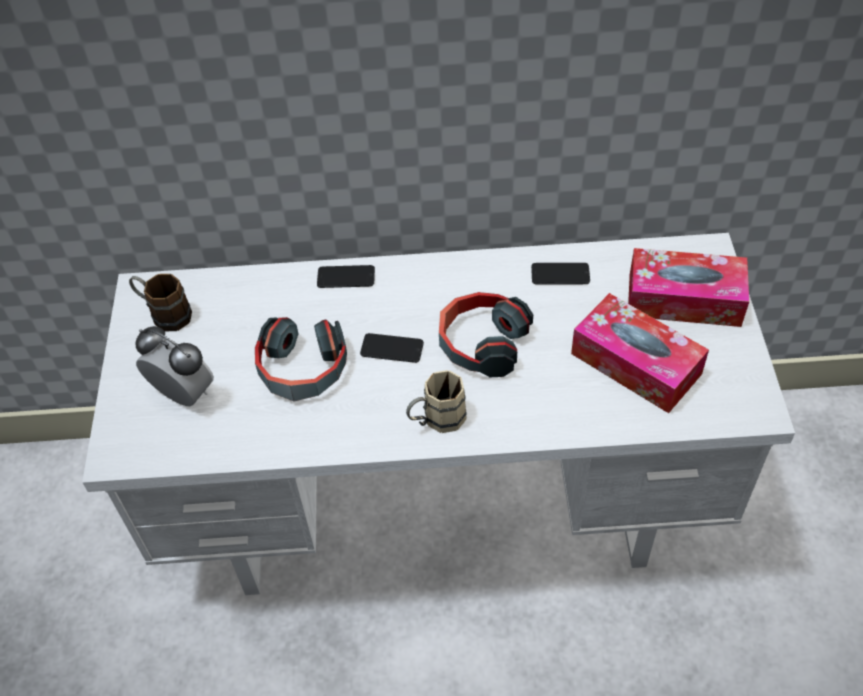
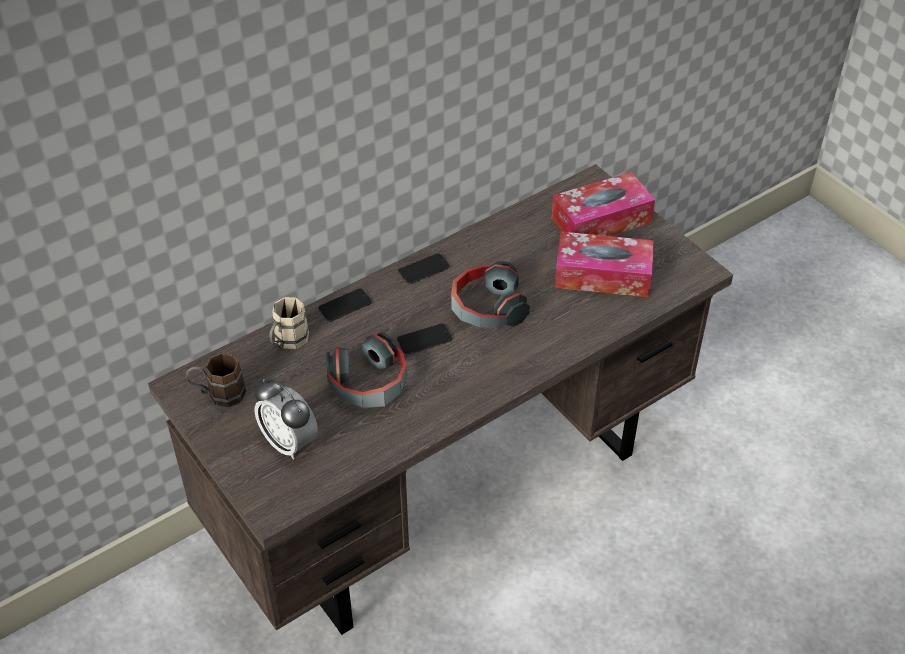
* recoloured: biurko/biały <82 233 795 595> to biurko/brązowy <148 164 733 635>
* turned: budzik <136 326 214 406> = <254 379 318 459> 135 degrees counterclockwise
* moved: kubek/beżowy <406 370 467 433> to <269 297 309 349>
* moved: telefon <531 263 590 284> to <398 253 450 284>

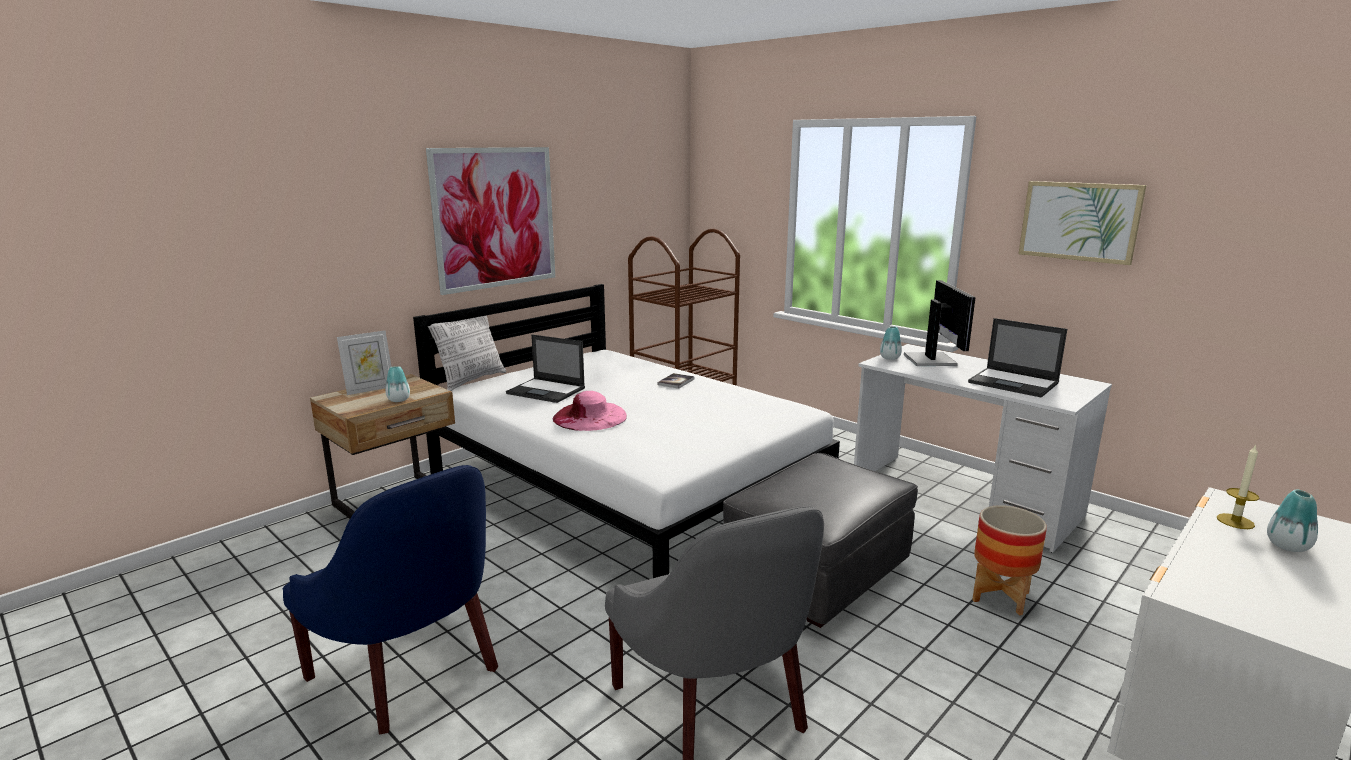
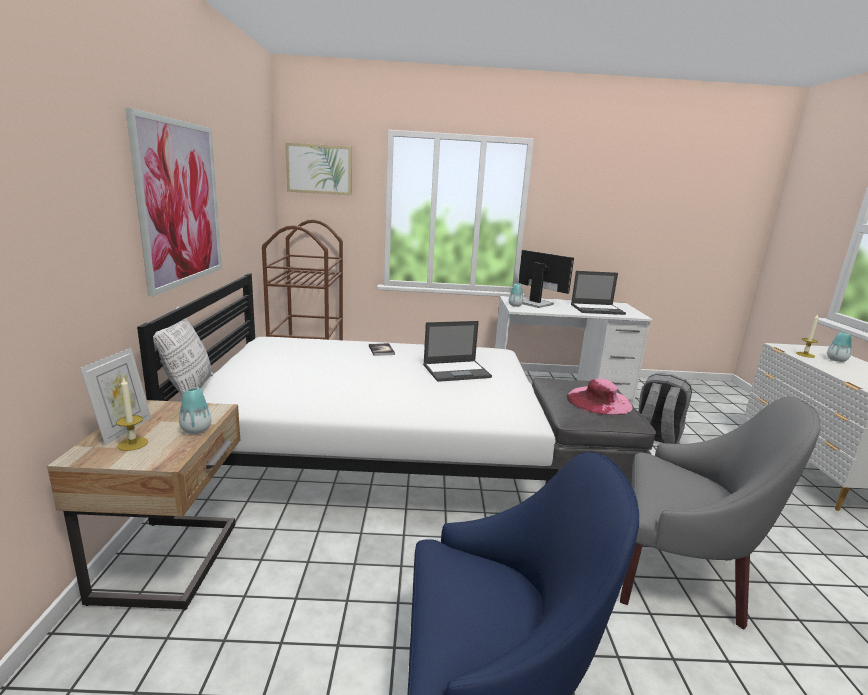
* moved: laptop <506 334 585 403> to <423 321 492 382>
* moved: kapelusz/różowy <552 391 627 431> to <567 379 633 415>
* replaced: donica <972 505 1047 615> to plecak/szary <638 373 692 444>
* moved: obraz <1019 181 1146 265> to <285 143 352 195>
* added: świeca <116 377 148 451>

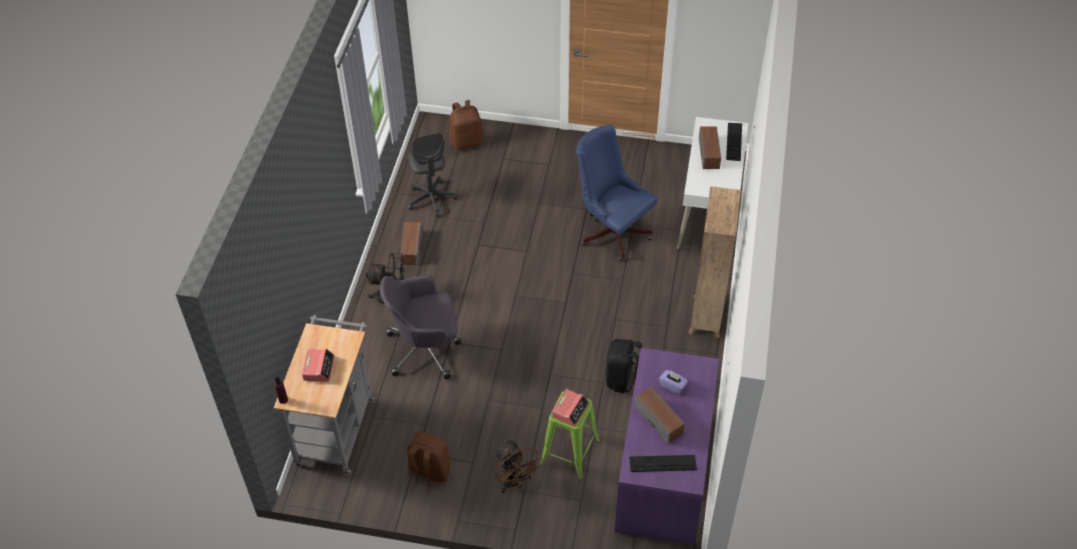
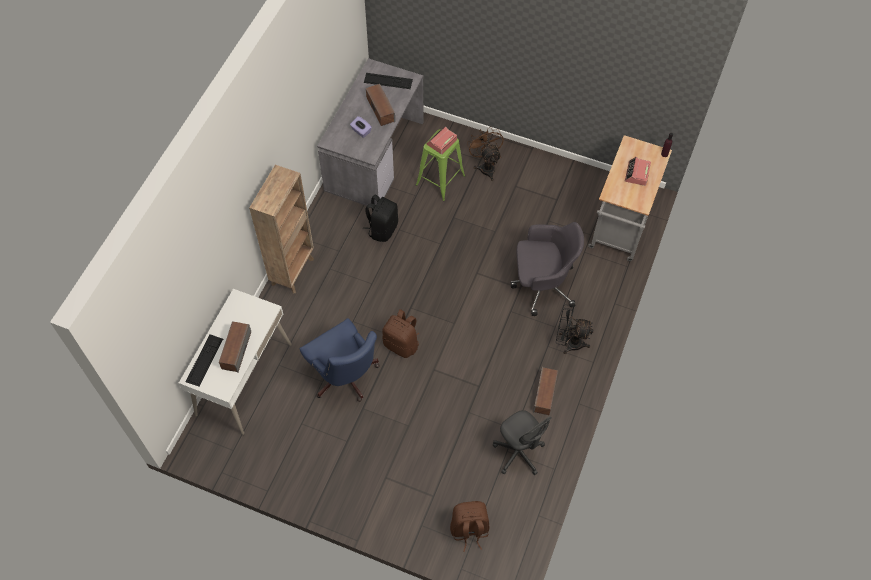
* moved: plecak/brązowy <407 432 450 494> to <382 309 419 358>
* turned: krzesło biurowe/szary <408 133 457 217> = <493 410 552 475> 150 degrees clockwise
* recoloured: biurko/fioletowy <614 348 719 545> to biurko/szary <317 58 423 206>

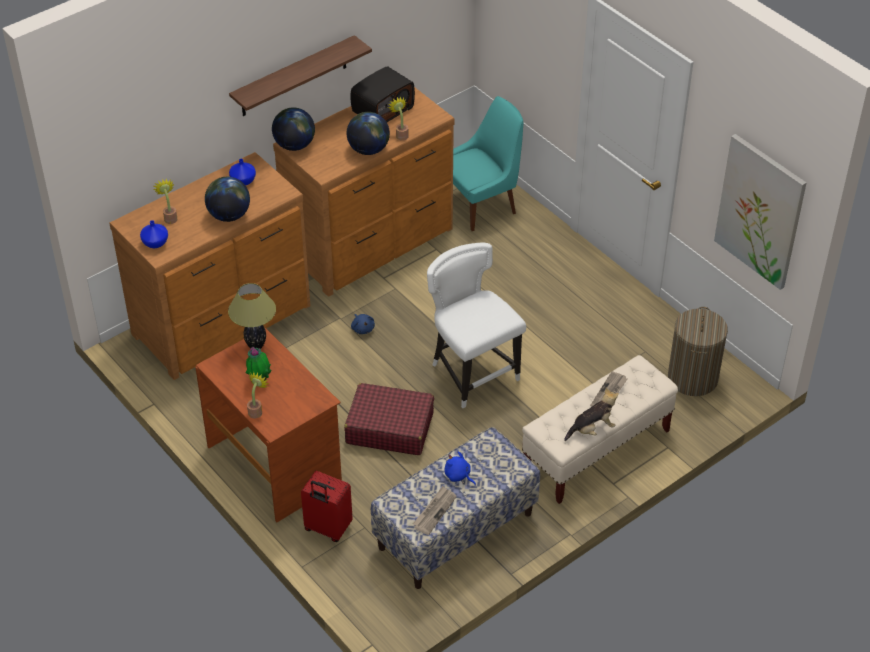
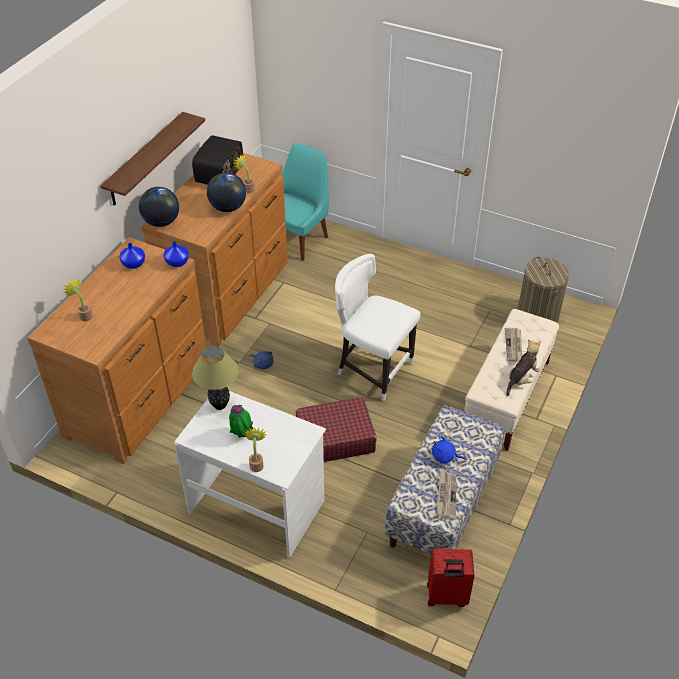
* moved: wazon/niebieski <140 220 168 248> to <164 241 189 267>
* recoloured: biurko/brązowy <195 328 342 522> to biurko/biały <174 391 326 558>
* removed: globus <205 177 250 222>
* moved: walizka/czerwony <301 471 353 542> to <427 549 474 607>
* removed: obraz <714 134 807 290>

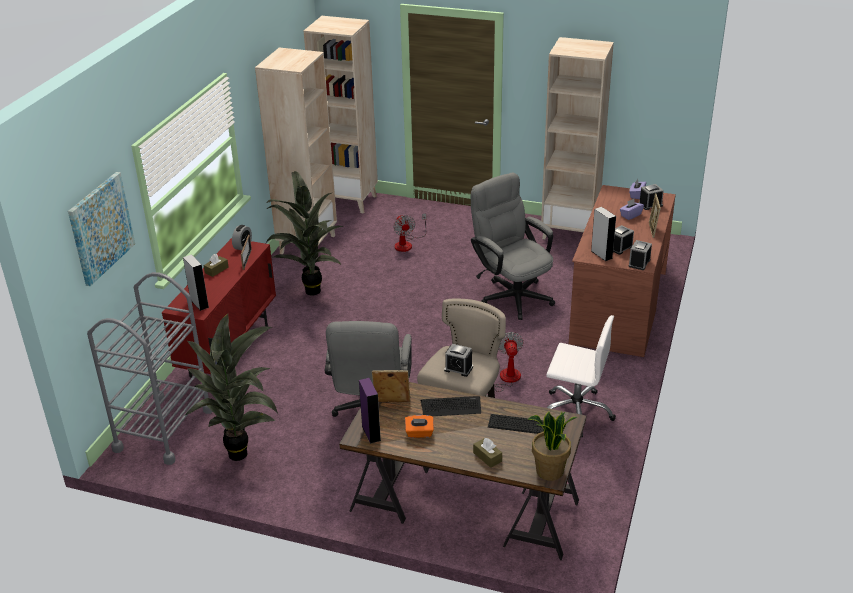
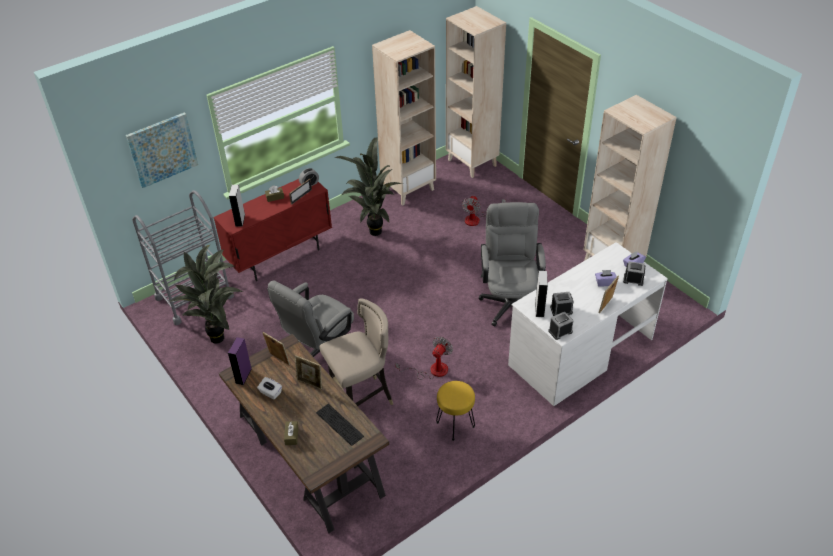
* recoloured: pudełko chusteczek/pomarańczowy <405 415 434 438> to pudełko chusteczek/biały <257 377 282 400>
* replaced: klawiatura <421 396 481 416> to ramka na zdjęcie <295 355 322 390>
* removed: budzik <444 344 473 377>
* removed: roślina doniczkowa <527 411 577 481>
* replaced: krzesło biurowe/biały <546 315 616 437> to stołek/żółty <436 381 475 441>
* recoloured: biurko/brązowy <569 185 676 357> to biurko/biały <508 242 668 406>

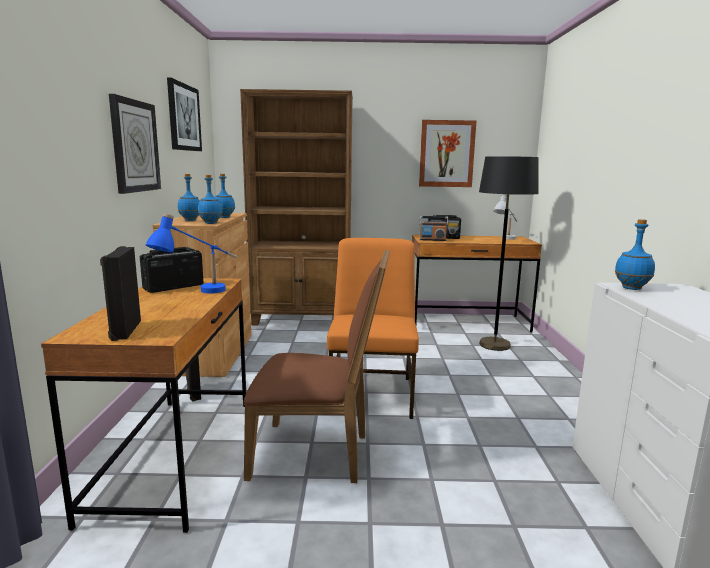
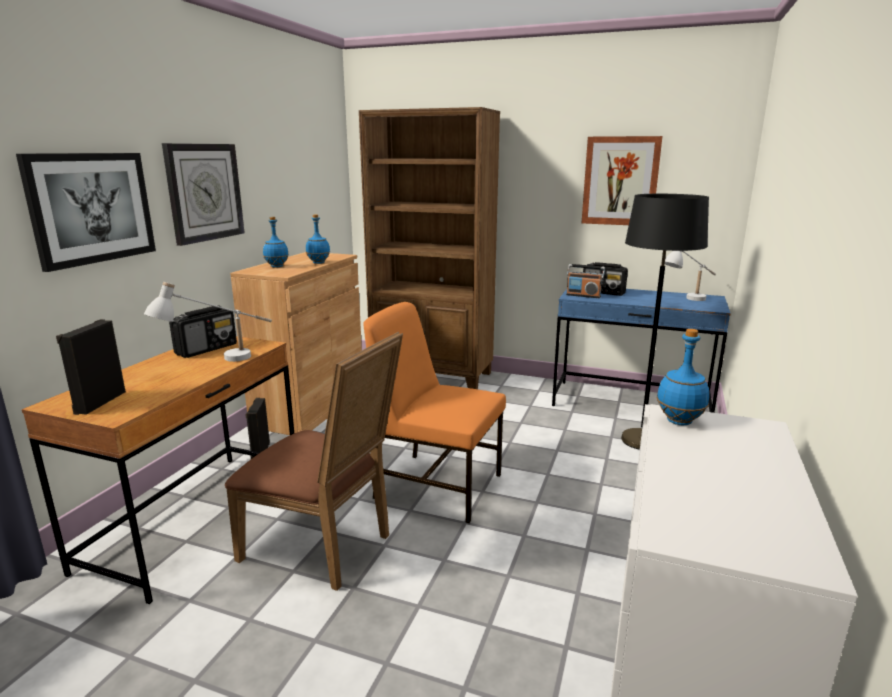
* turned: radio <140 247 204 293> = <169 305 237 358> 150 degrees clockwise
* recoloured: lampa stołowa/niebieski <146 214 237 294> to lampa stołowa/biały <144 282 272 362>
* moved: obraz <167 78 202 151> to <16 153 156 272>
* removed: butelka/niebieski <198 175 223 224>
* turned: krzesło/pomarańczowy <327 238 419 419> = <363 302 506 523> 90 degrees counterclockwise
* recoloured: biurko/brązowy <412 235 542 333> to biurko/niebieski <552 289 731 413>

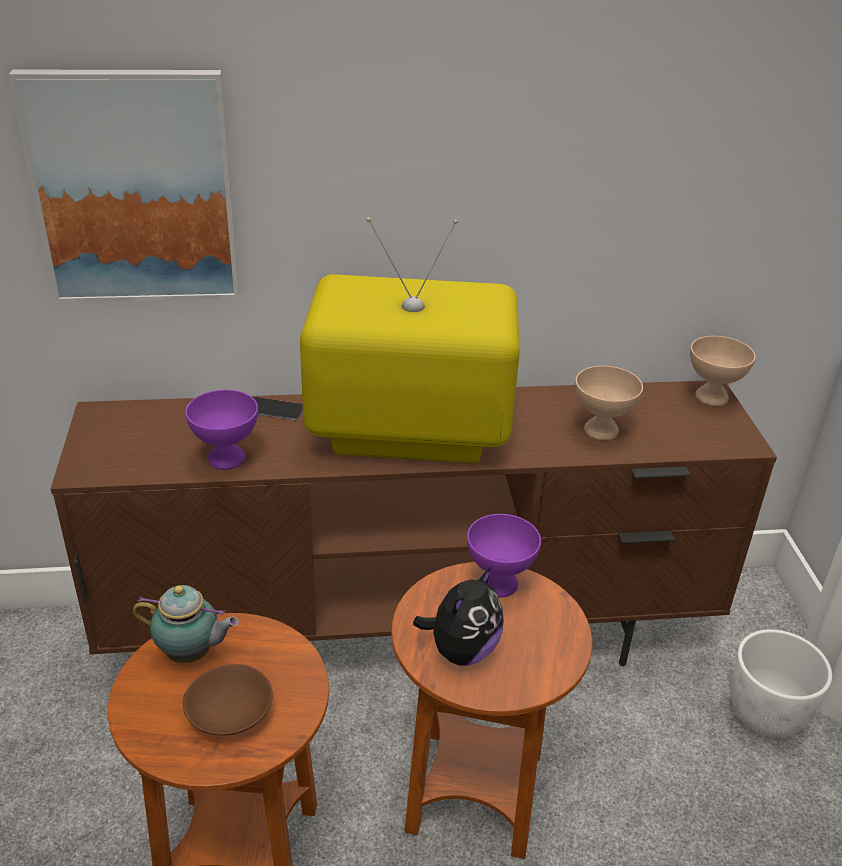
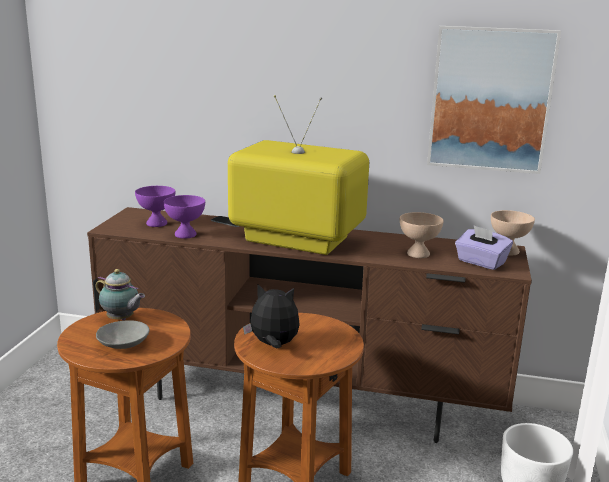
* moved: obraz <9 70 239 302> to <427 26 561 174>
* recoloured: miska/brązowy <183 664 273 736> to miska/szary <96 320 150 349>
* turned: pluszak <413 567 504 665> = <243 285 300 349> 135 degrees counterclockwise
* moved: miska/fioletowy <467 514 541 597> to <135 186 175 227>
* added: pudełko chusteczek/fioletowy <455 225 513 270>

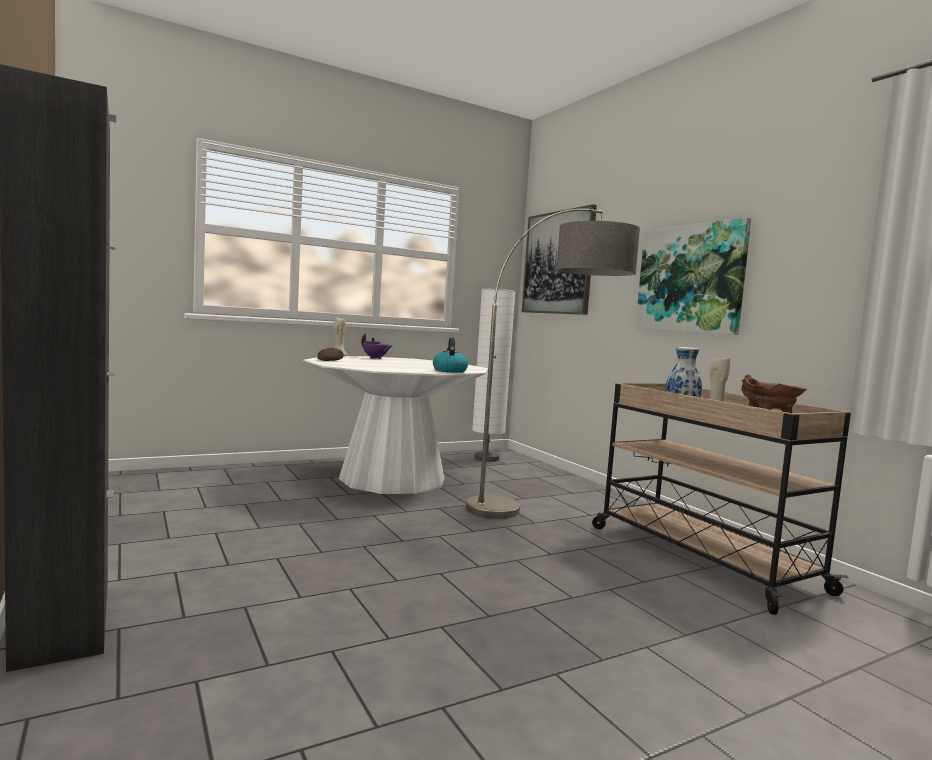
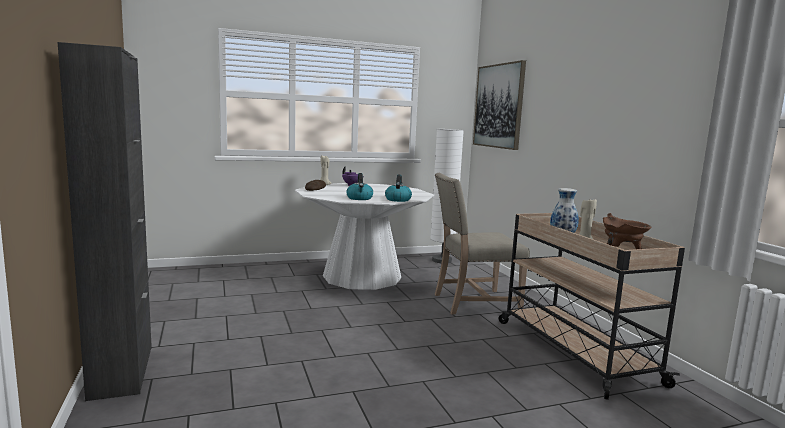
* replaced: lampa stojąca <466 209 640 519> to krzesło/beżowy <435 173 530 314>
* removed: obraz <635 217 751 335>
* added: czajnik <346 173 373 200>

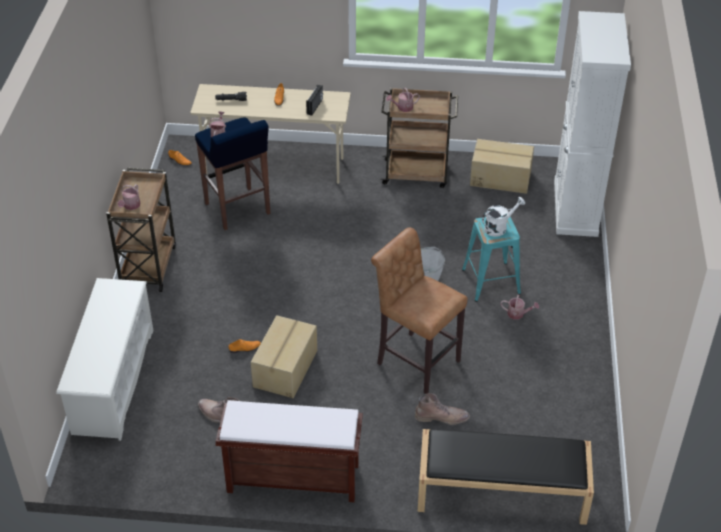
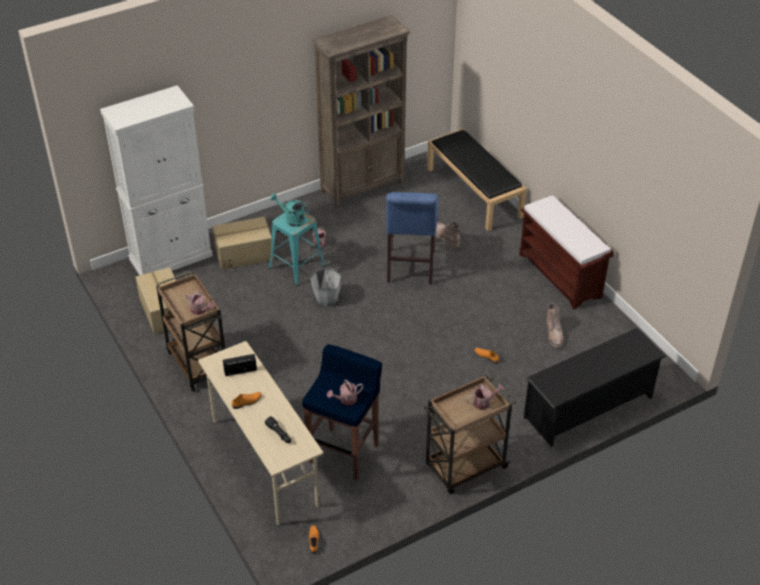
* recoloured: regał na buty/biały <56 278 153 441> to regał na buty/czarny <524 328 666 447>
* moved: karton <251 315 317 398> to <212 217 274 270>
* recoloured: stołek/brązowy <371 227 468 394> to stołek/niebieski <386 192 438 285>
* recoloured: konewka/biały <482 197 525 237> to konewka/turkusowy <270 193 309 227>
* added: regał/brązowy <312 15 411 208>

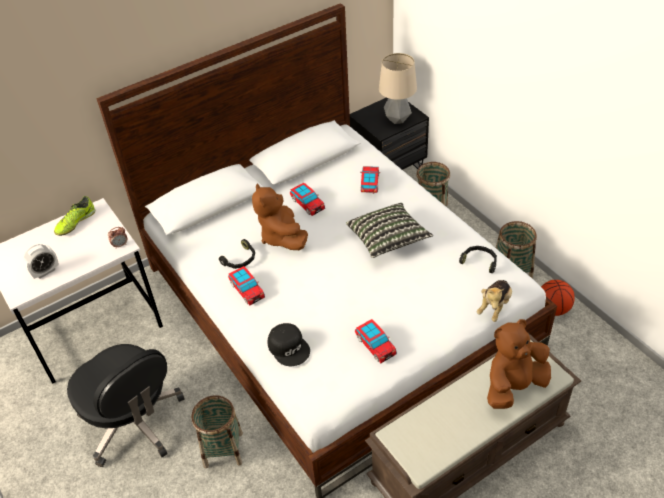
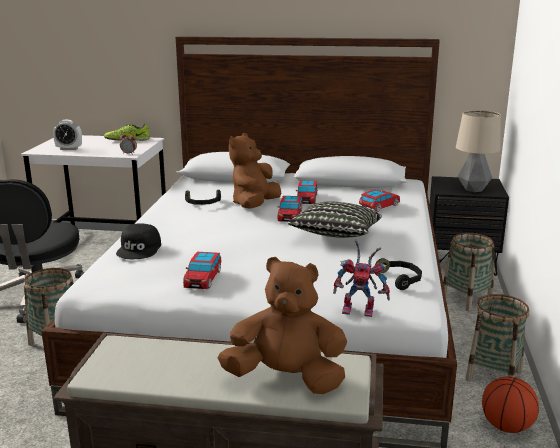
* moved: samochodzik <228 266 265 306> to <277 196 302 222>
* replaced: pluszak <477 280 512 322> to robot zabawkowy <333 239 390 317>

